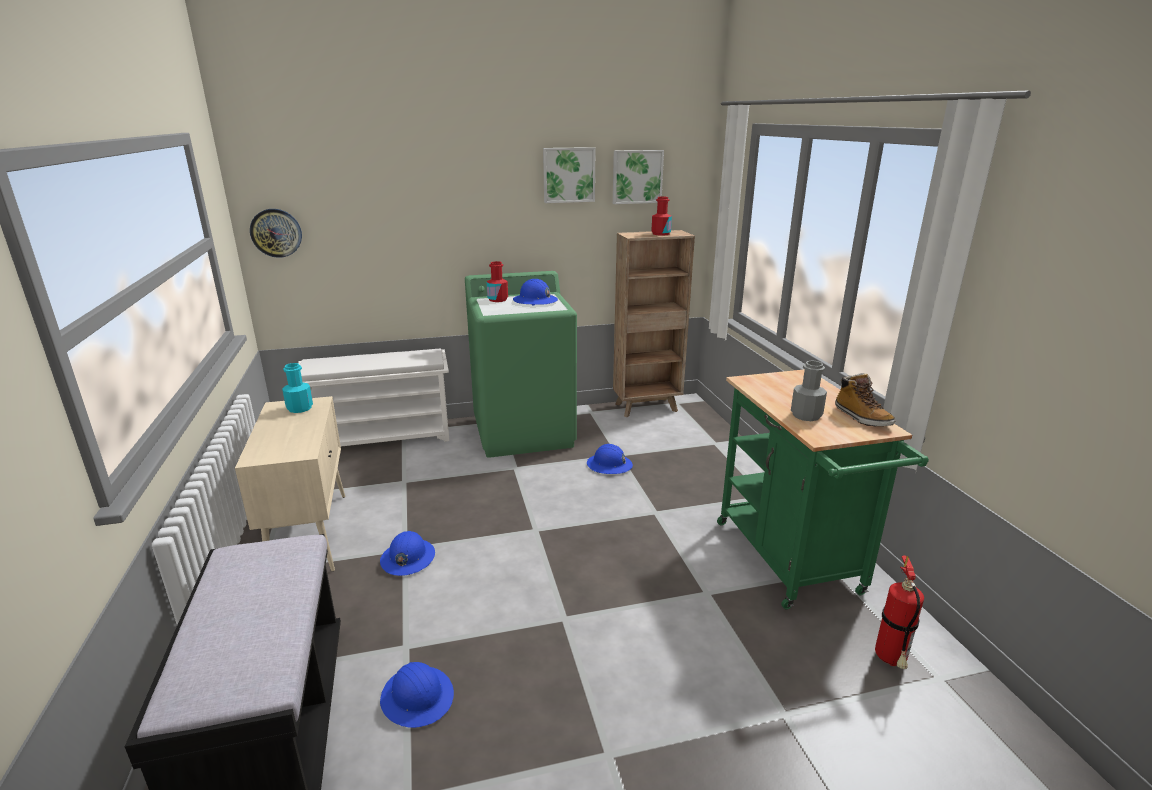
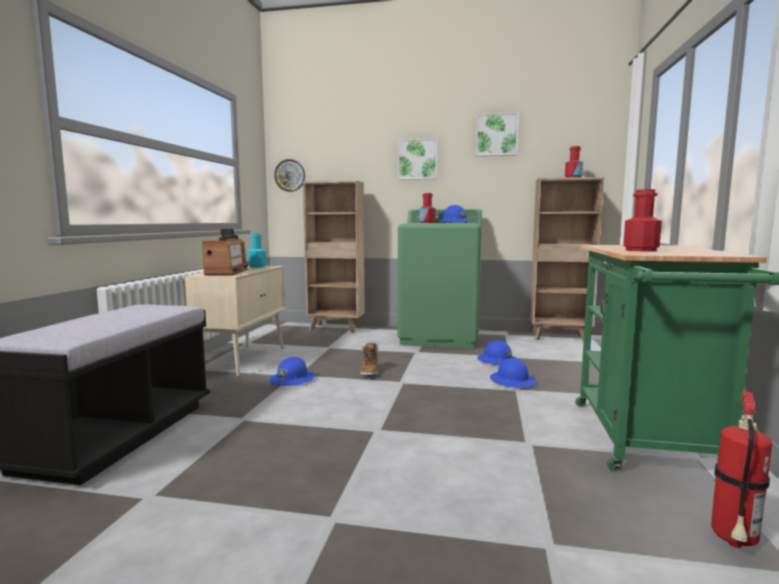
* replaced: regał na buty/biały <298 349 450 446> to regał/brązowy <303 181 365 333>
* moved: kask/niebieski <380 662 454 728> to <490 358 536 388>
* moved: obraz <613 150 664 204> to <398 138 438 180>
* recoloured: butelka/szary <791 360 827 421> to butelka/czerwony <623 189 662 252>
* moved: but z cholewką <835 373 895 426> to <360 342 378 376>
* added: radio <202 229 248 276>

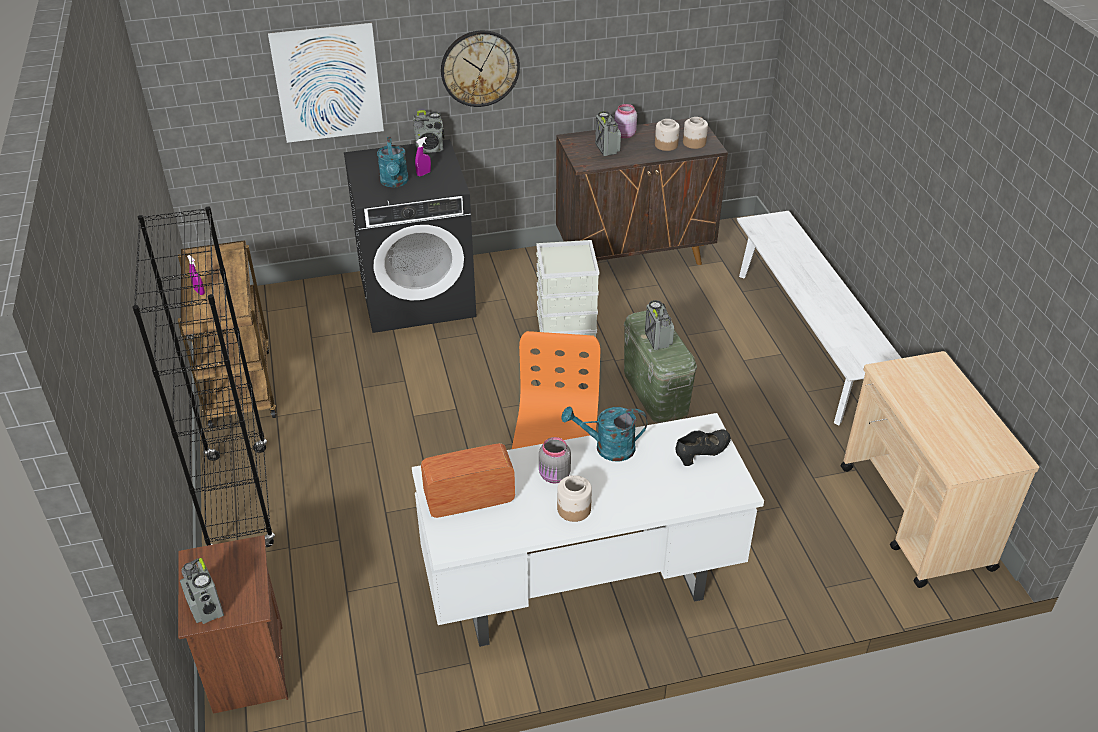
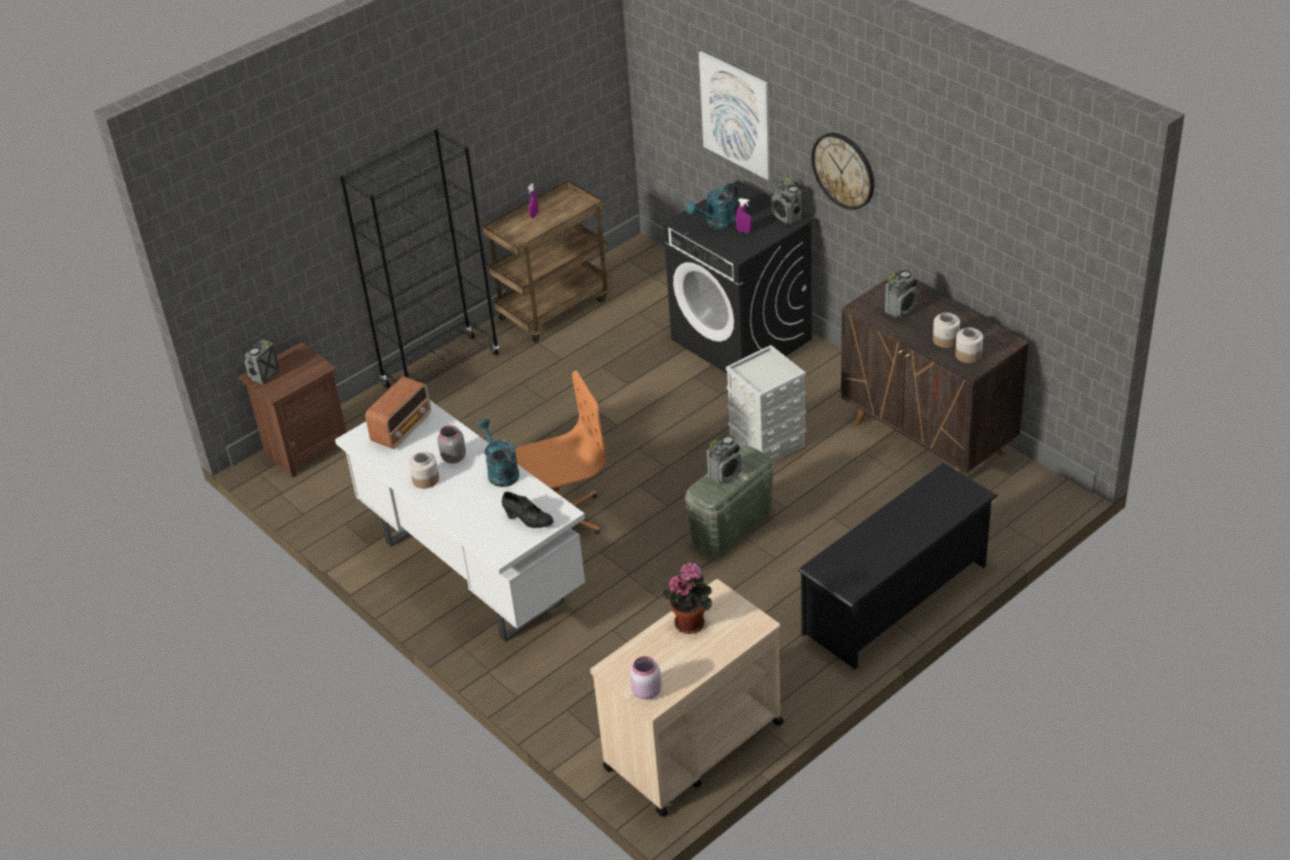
* turned: radio <421 443 515 518> = <365 376 431 449> 75 degrees clockwise
* moved: słoik/różowy <614 104 637 138> to <630 656 662 700>
* replaced: ławka/biały <737 211 901 425> to regał na buty/czarny <797 462 998 669>
* added: roślina doniczkowa <663 562 712 634>

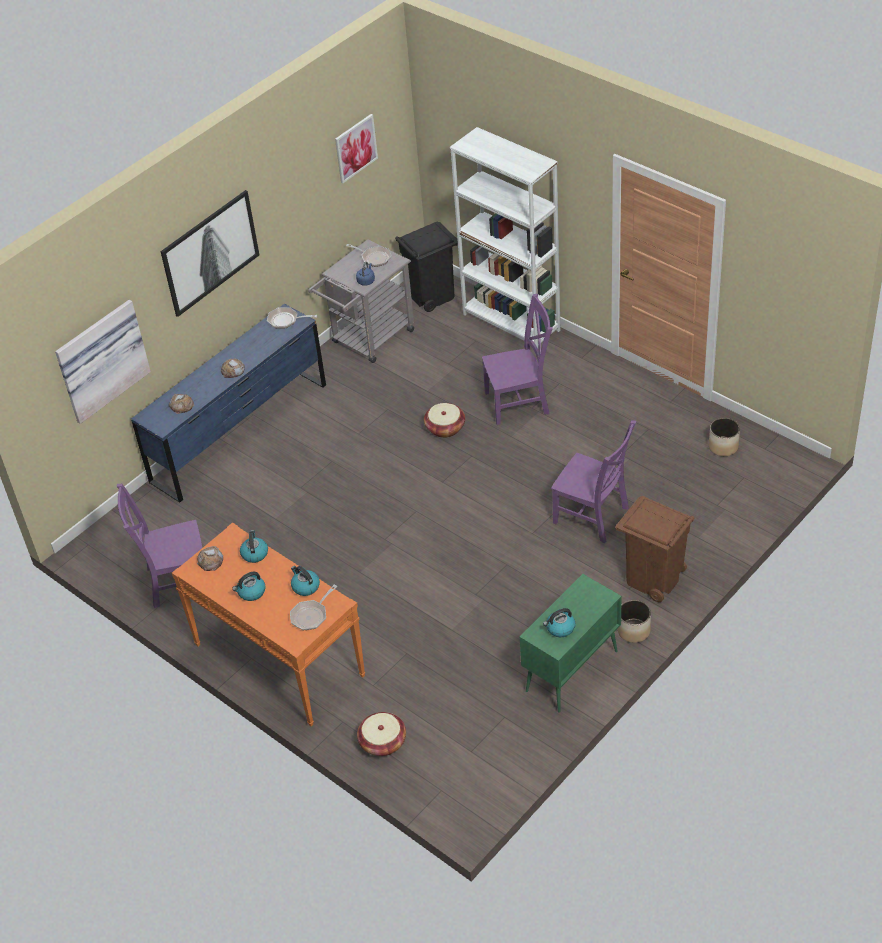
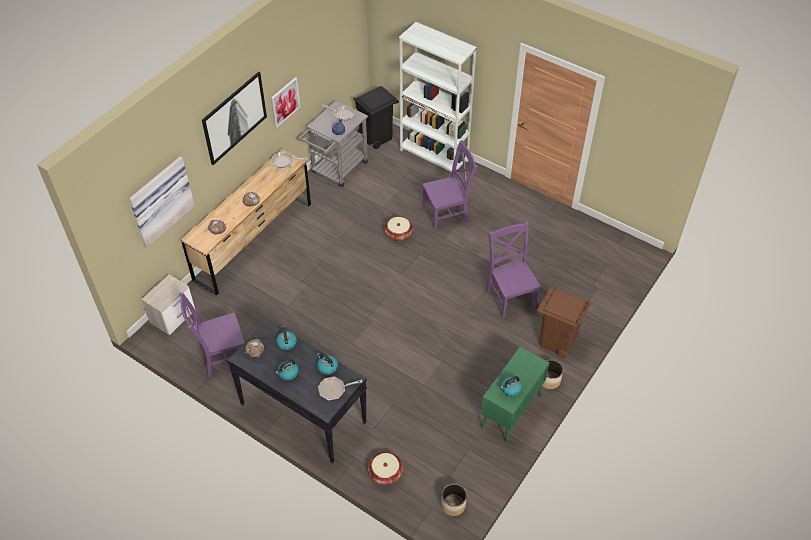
* recoloured: komoda/niebieski <131 304 326 503> to komoda/brązowy <181 149 311 296>
* recoloured: stolik konsolowy/pomarańczowy <172 522 366 726> to stolik konsolowy/czarny <227 319 367 464>
* turned: patelnia <290 585 337 630> = <318 377 362 400> 45 degrees clockwise
* moved: obraz <335 114 378 183> to <271 77 300 128>
* turned: krzesło/fioletowy <551 420 636 543> = <486 221 541 319> 135 degrees counterclockwise
* moved: donica <709 418 740 456> to <441 484 467 516>
* added: szafka nocna <141 274 195 335>

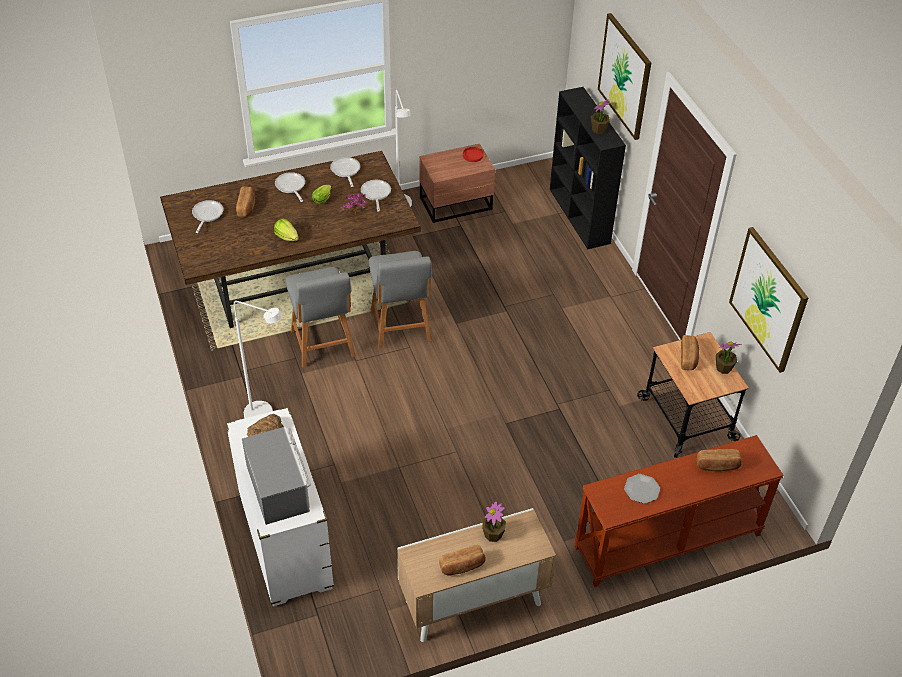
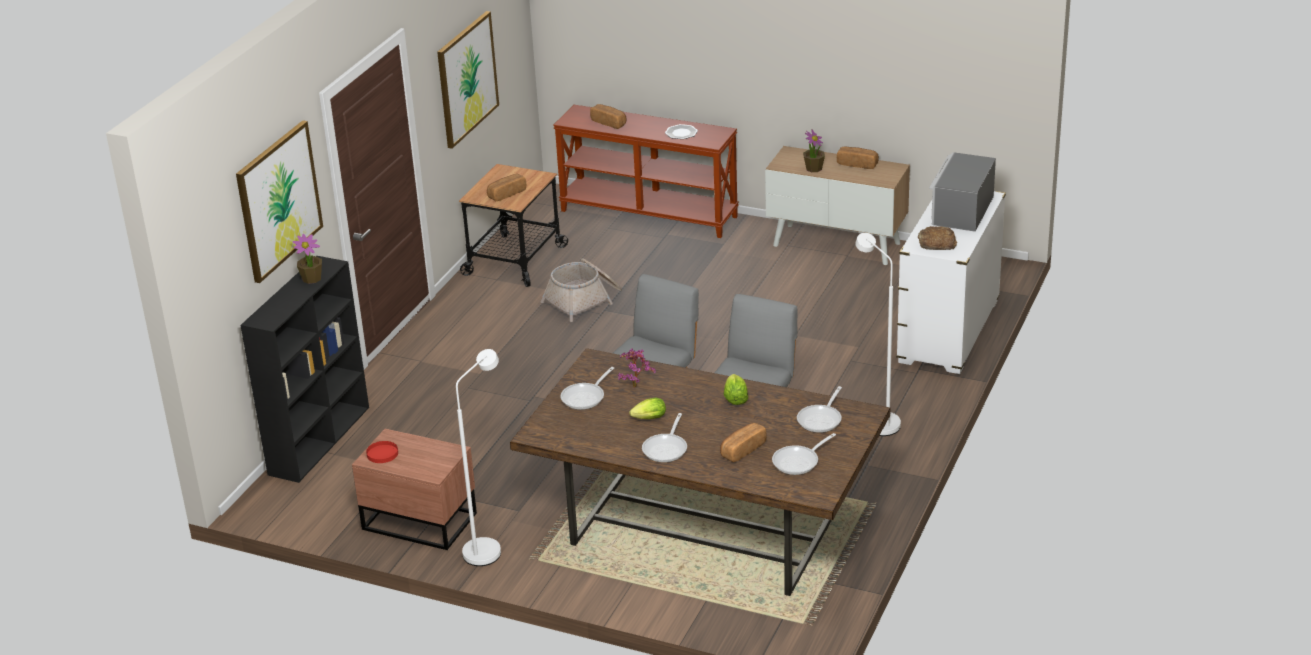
* moved: patelnia <330 157 360 187> to <797 386 842 433>
* removed: roślina doniczkowa <716 341 742 374>
* added: koszyk <541 259 622 322>

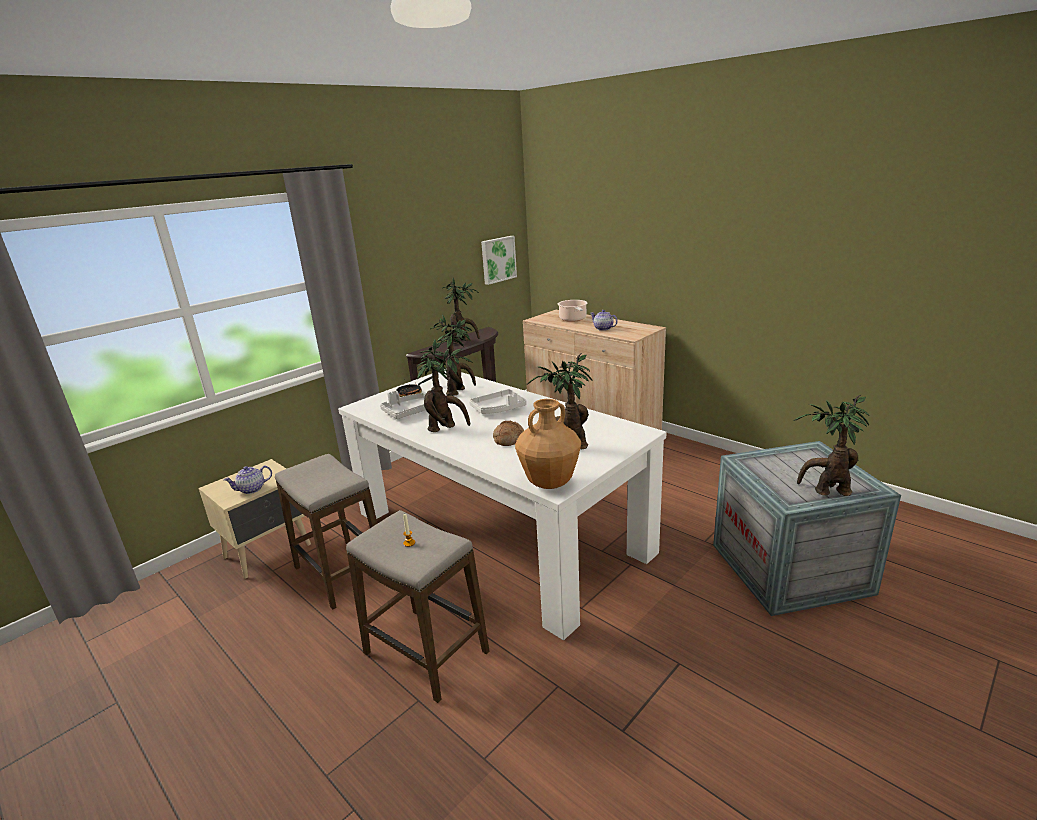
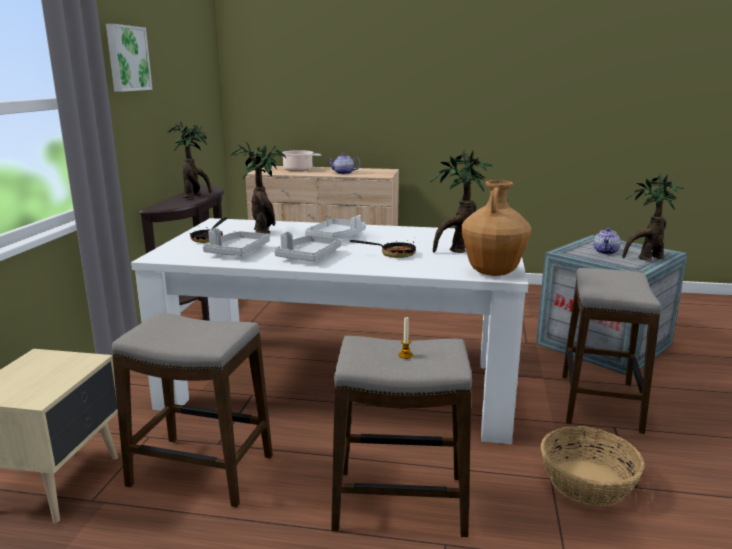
* moved: imbryk <224 465 272 494> to <593 228 621 255>
* replaced: roślina doniczkowa <417 340 473 432> to taca/szary <274 232 342 261>
* moved: obraz <481 236 517 285> to <106 24 153 92>
* replaced: chleb <493 421 524 446> to patelnia <350 240 416 258>
* added: koszyk <541 426 645 507>
* added: stołek <562 268 662 434>

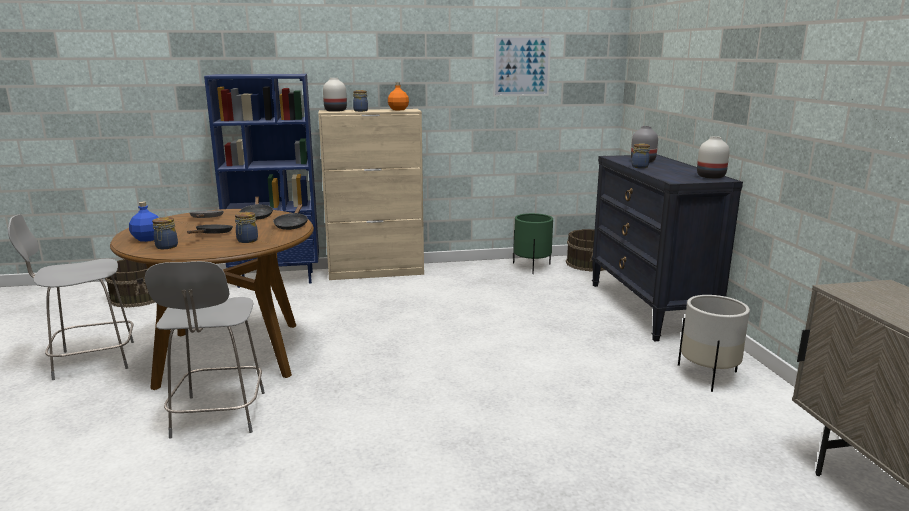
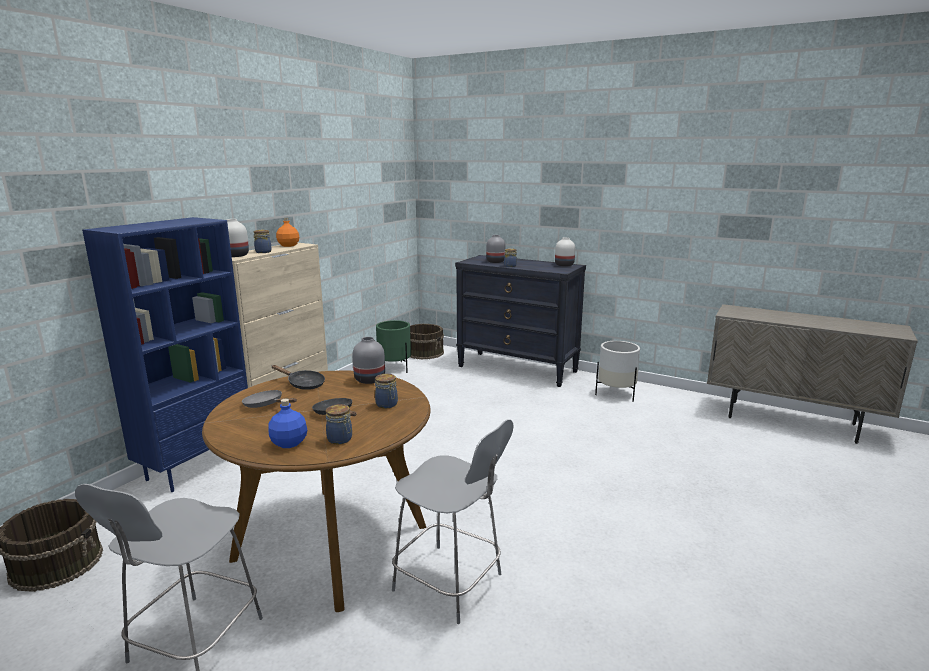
* replaced: patelnia/czarny <273 204 308 230> to wazon/szary <352 337 385 384>
* removed: obraz <493 36 551 96>

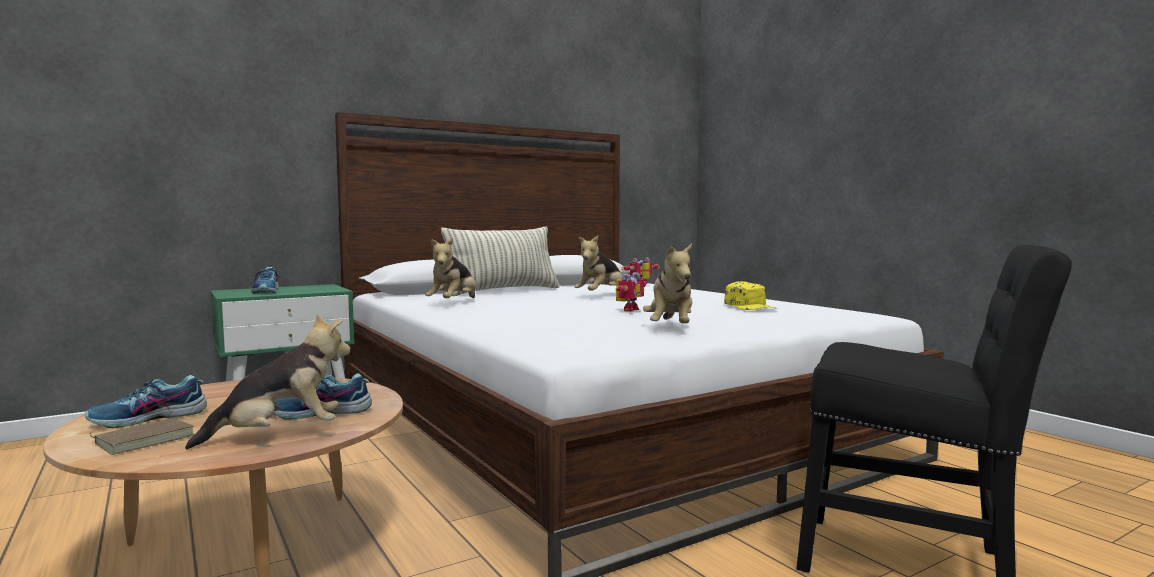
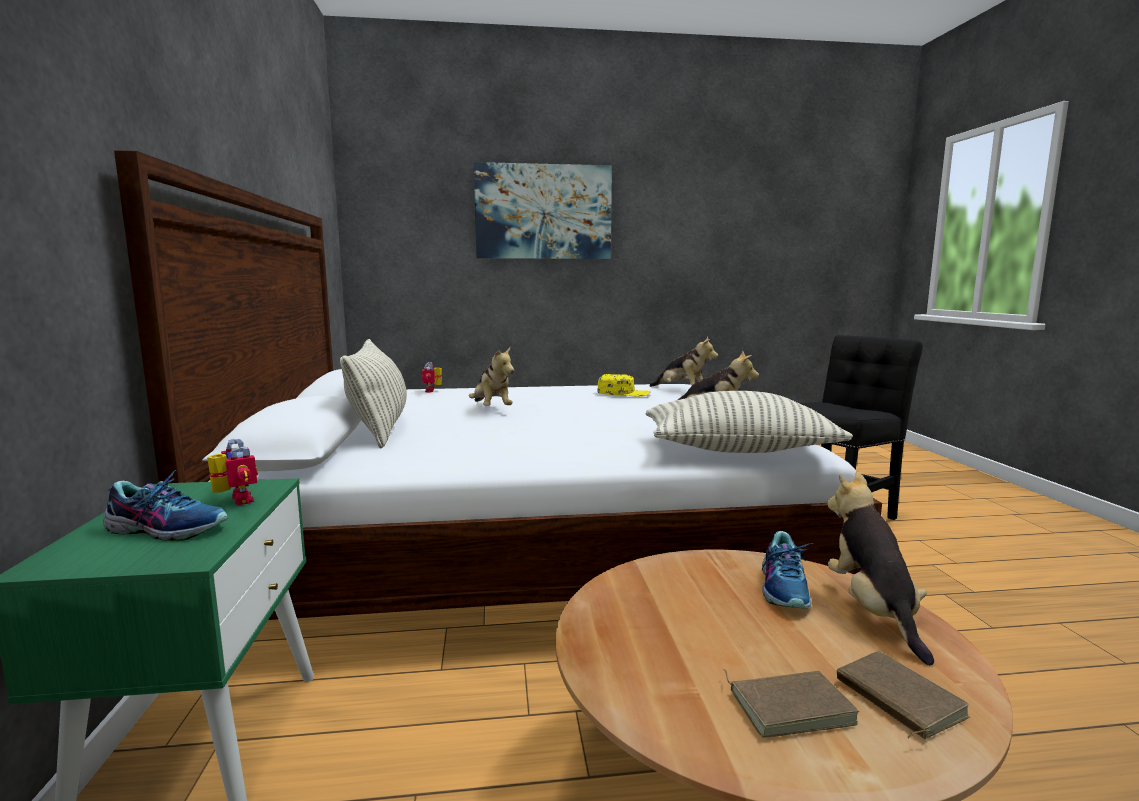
* replaced: but <85 375 207 428> to książka/brązowy <722 669 859 738>
* moved: pluszak <425 237 476 298> to <649 336 718 387>
* moved: robot zabawkowy <616 272 646 312> to <207 439 258 505>
* added: obraz <474 162 612 259>
* added: poduszka <646 391 853 453>

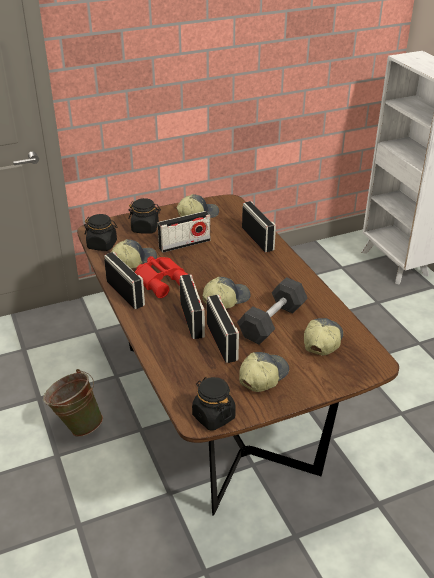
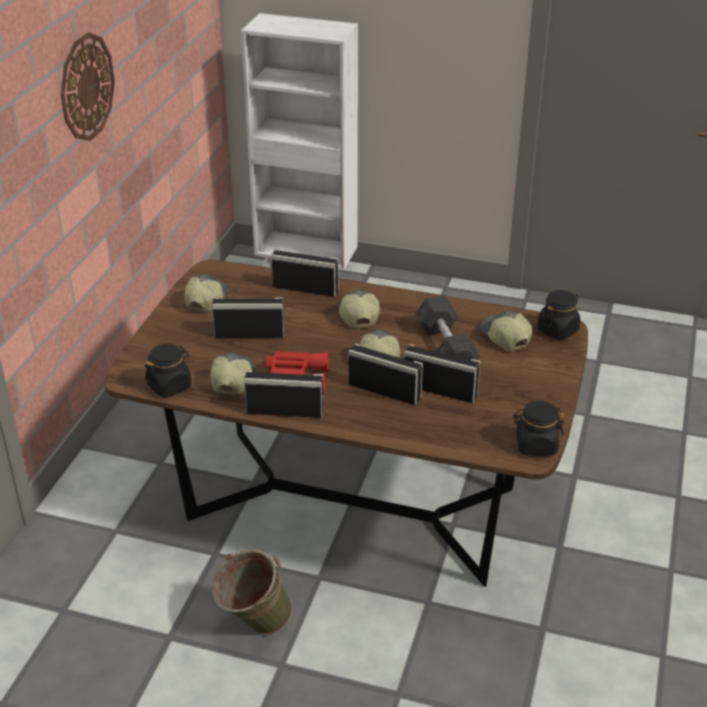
* moved: słoik/czarny <128 198 161 234> to <537 290 581 340>
* turned: radio <157 211 210 253> = <212 297 285 338> 105 degrees counterclockwise
* moved: czapka z daszkiem <239 352 289 392> to <338 289 380 329>
* added: zegar ścienny <61 32 115 141>

